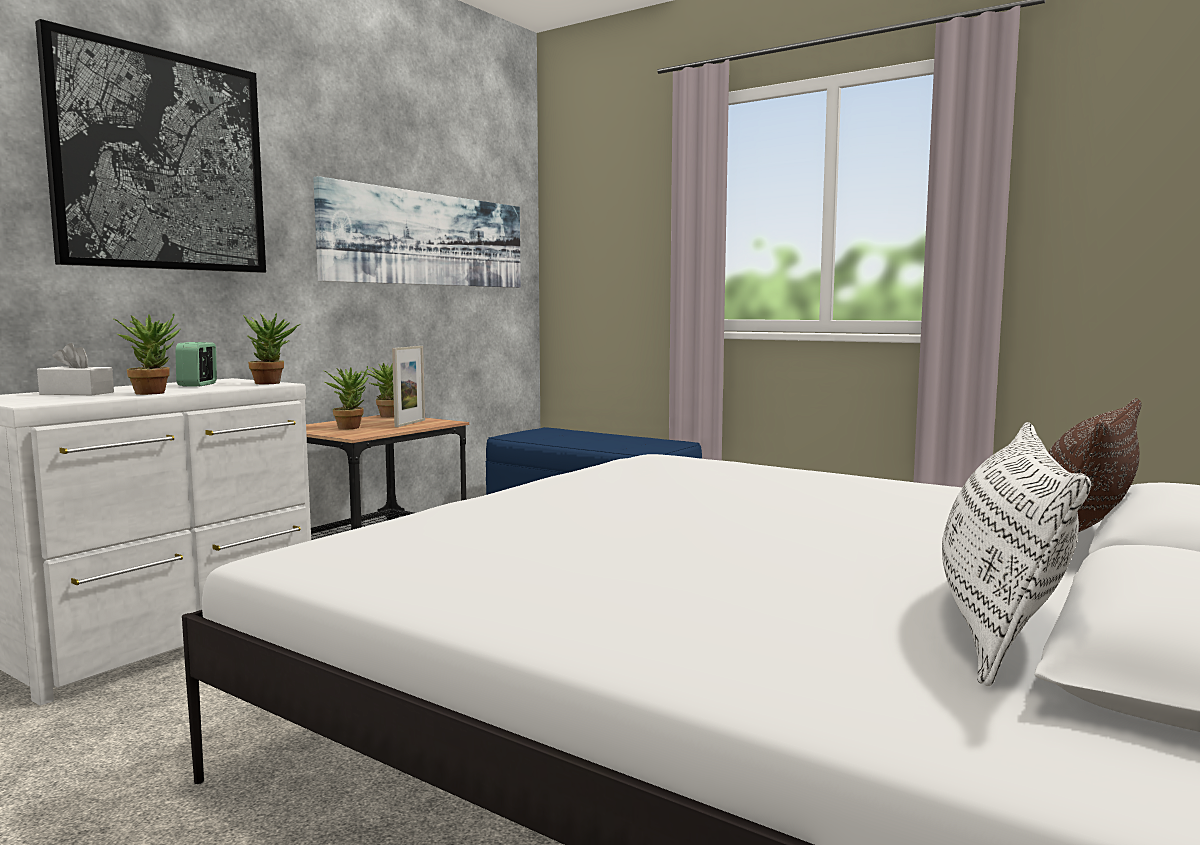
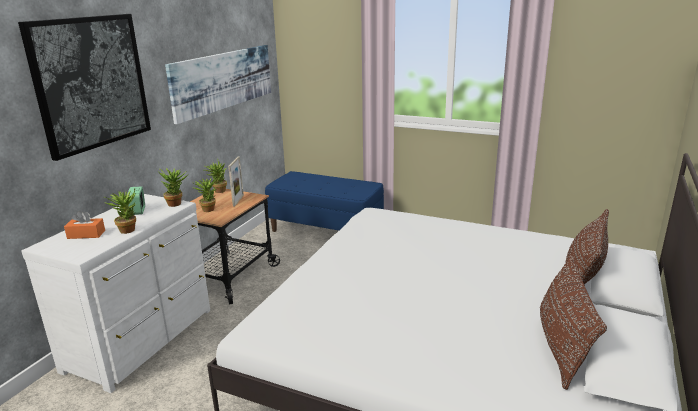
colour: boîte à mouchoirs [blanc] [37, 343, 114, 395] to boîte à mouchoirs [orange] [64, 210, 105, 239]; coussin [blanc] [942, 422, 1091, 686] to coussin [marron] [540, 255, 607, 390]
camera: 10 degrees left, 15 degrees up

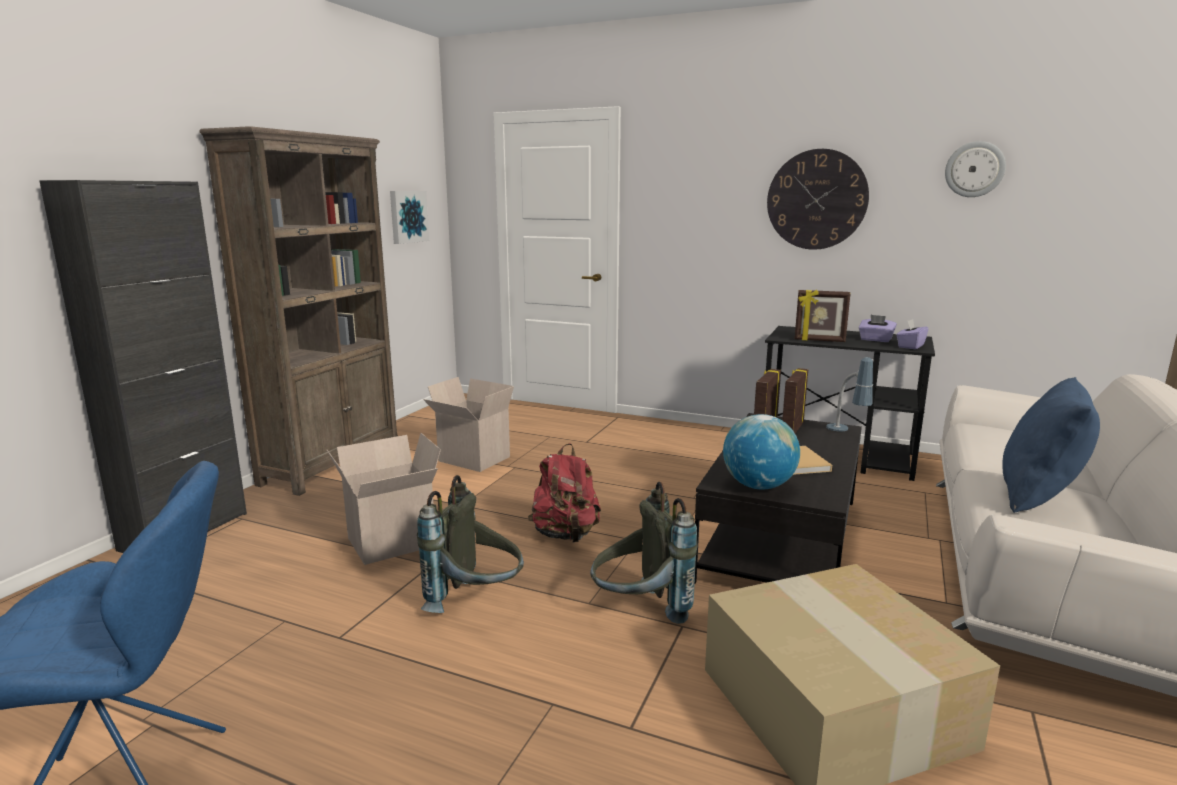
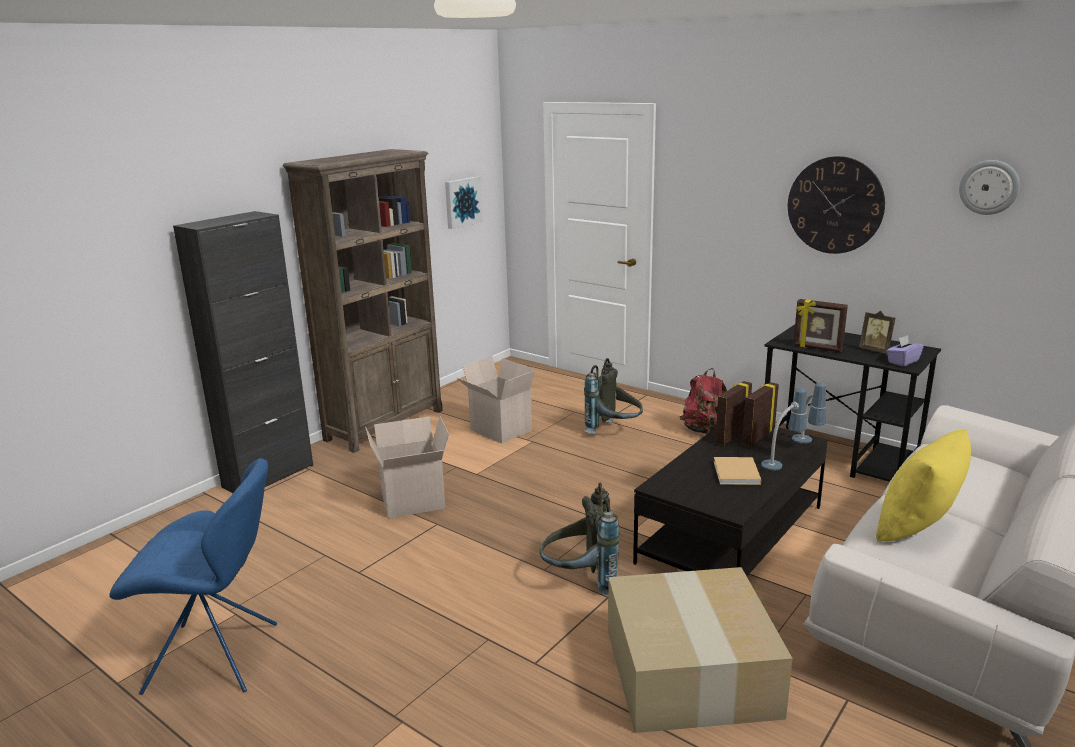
missing: globe [723, 414, 800, 490]
appeared: lampe de table [761, 387, 807, 471]
relocated: sac à dos [gris] [417, 475, 524, 613] to [584, 358, 643, 435]; sac à dos [rouge] [528, 443, 601, 542] to [680, 368, 727, 434]
exchanged: boîte à mouchoirs [violet] [859, 315, 897, 342] to cadre photo [859, 311, 895, 354]
colour: coussin [bleu] [1002, 377, 1100, 513] to coussin [jaune] [876, 429, 971, 542]
camera: 15 degrees right, 5 degrees up

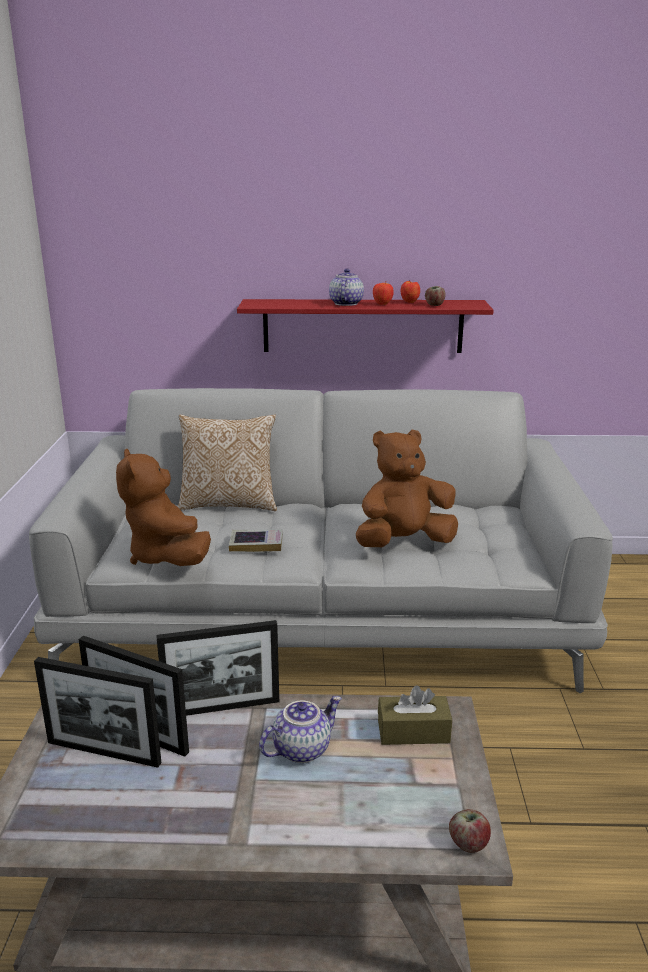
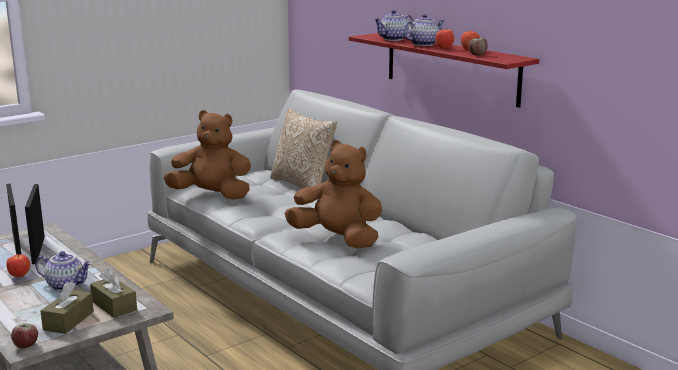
missing: cadre photo [156, 620, 279, 716]; livre [229, 530, 283, 552]
appeared: pomme [6, 255, 30, 277]; boîte à mouchoirs [marron] [40, 282, 94, 334]; théière [374, 10, 414, 41]
spun: peluche [marron] [116, 449, 211, 566] = [163, 110, 251, 200] 75 degrees clockwise
camera: 50 degrees right, 5 degrees down

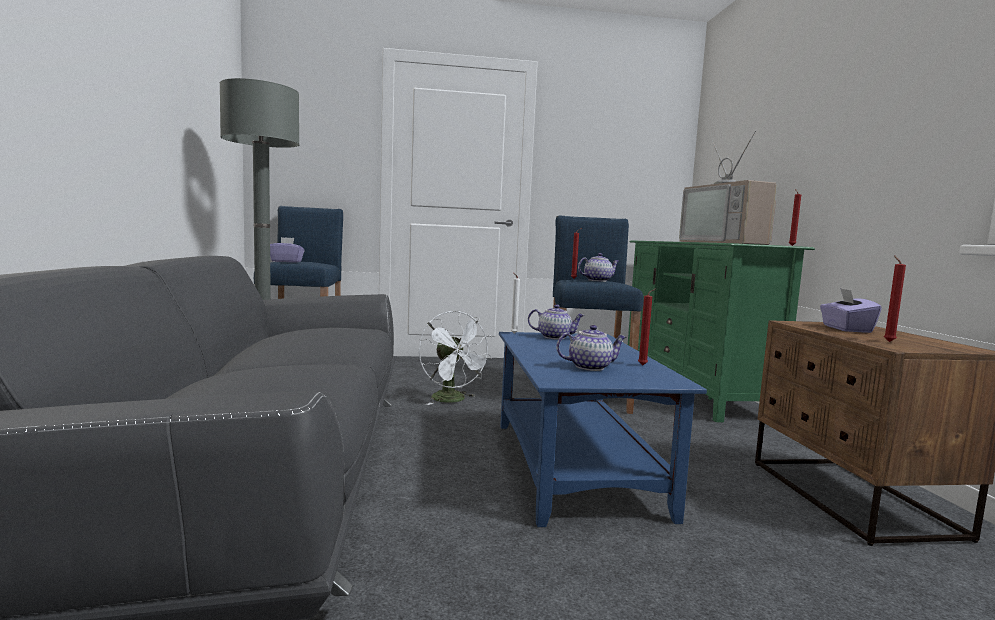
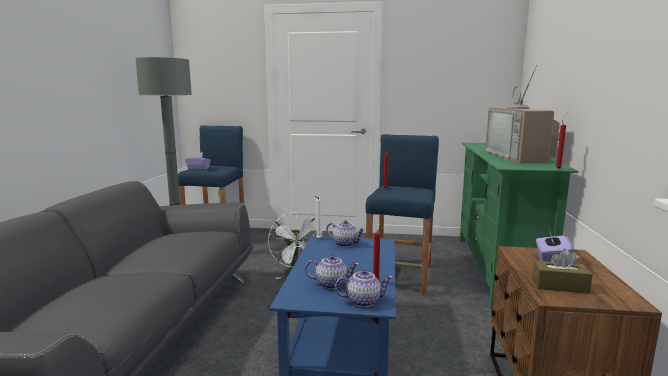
relocated: théière [578, 253, 619, 282] to [335, 269, 392, 307]
exchanged: bougie [rouge] [884, 255, 906, 342] to boîte à mouchoirs [marron] [532, 249, 593, 294]
camera: 15 degrees right, 5 degrees up

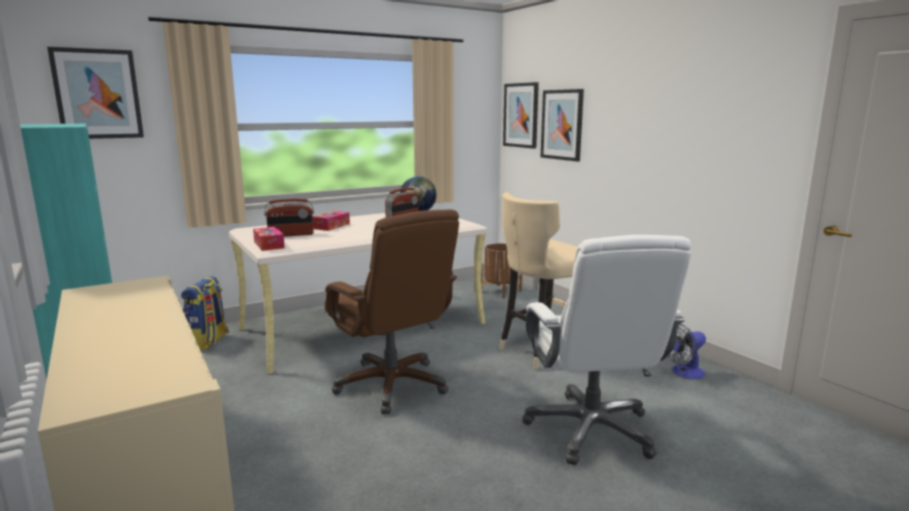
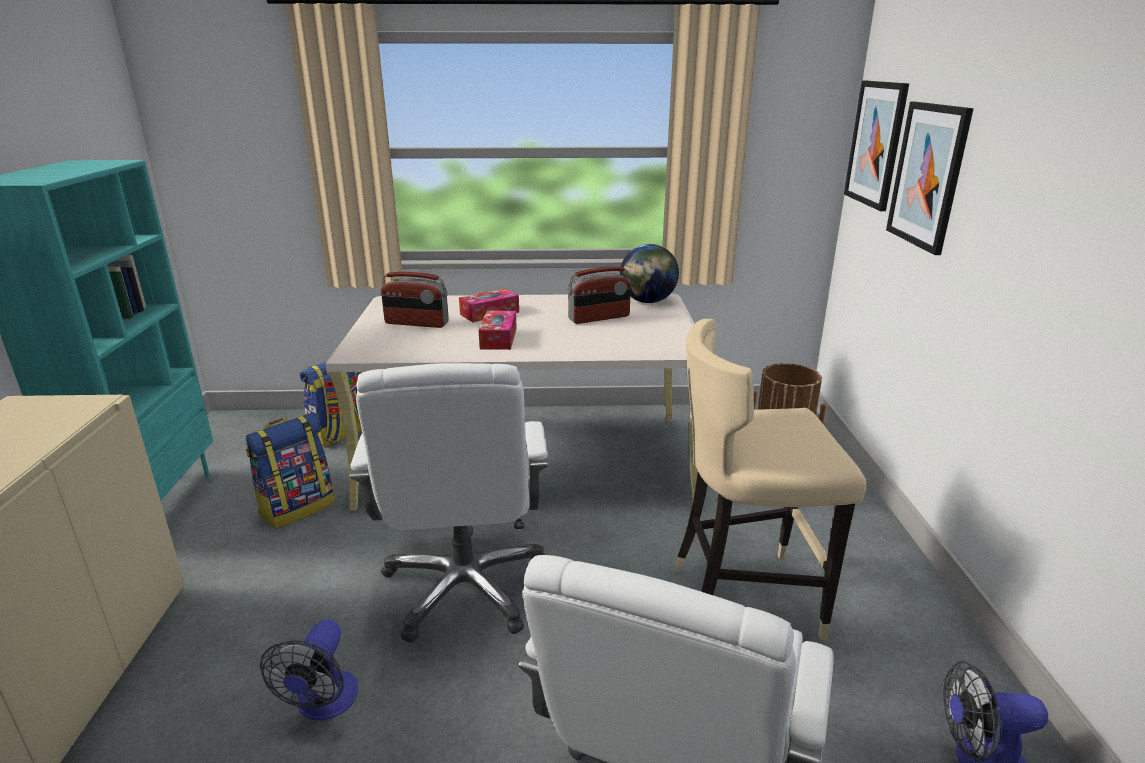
missing: tableau [47, 47, 144, 139]
appeared: sac à dos [246, 413, 335, 529]; ventilateur [260, 619, 358, 720]
relocated: boîte à mouchoirs [253, 227, 285, 251] to [479, 310, 517, 350]
colour: chaise de bureau [marron] [325, 209, 459, 414] to chaise de bureau [blanc] [350, 363, 548, 643]
camera: 30 degrees right, 10 degrees up

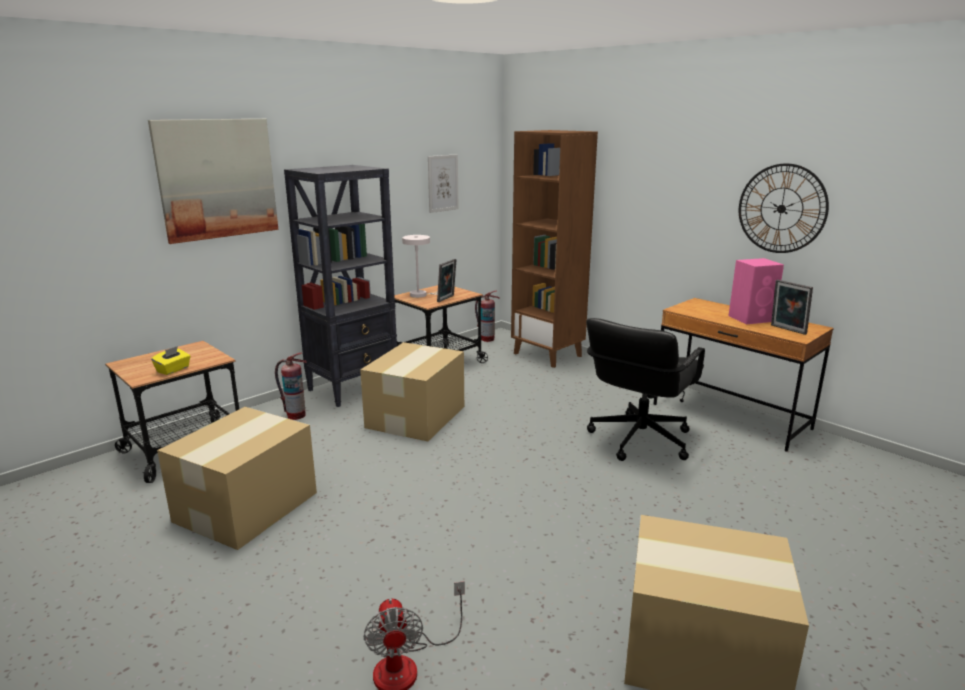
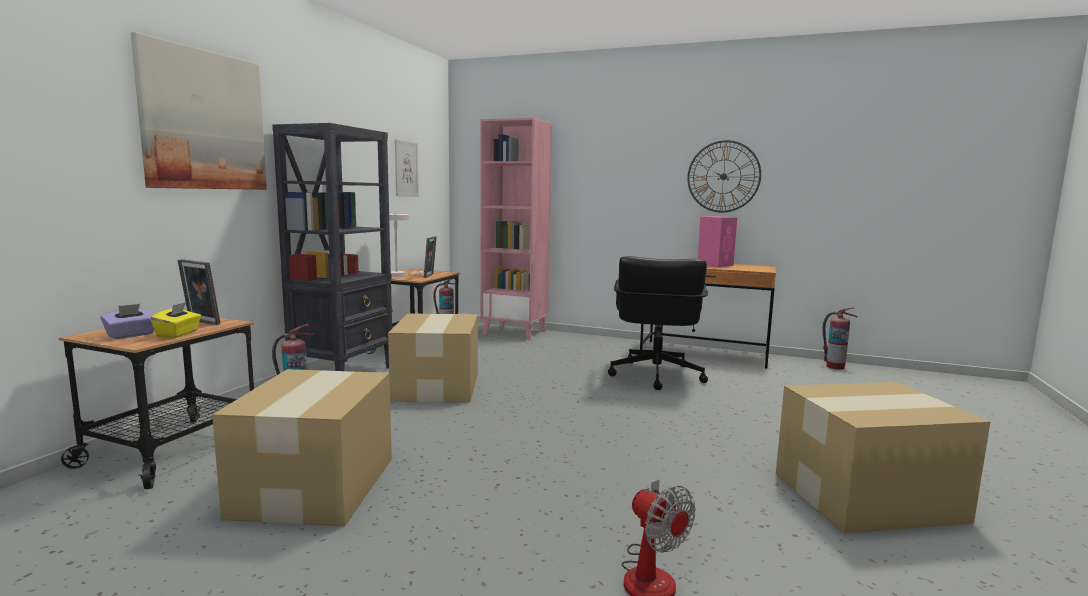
appeared: boîte à mouchoirs [violet] [100, 304, 154, 339]; extincteur [823, 307, 858, 370]
relocated: cadre photo [771, 280, 813, 335] to [178, 259, 220, 325]
colour: bibliothèque [marron] [511, 130, 598, 368] to bibliothèque [rose] [480, 118, 552, 340]
camera: 25 degrees left, 10 degrees down

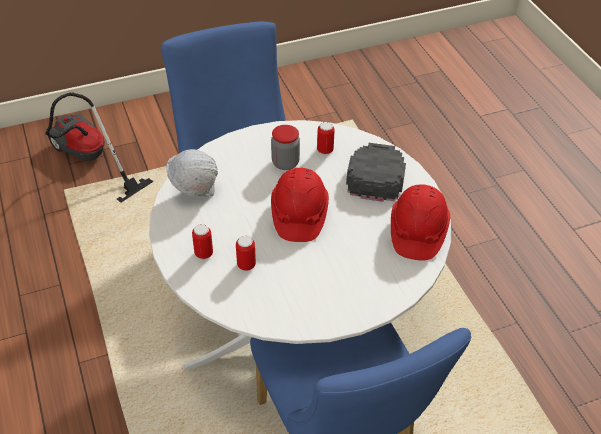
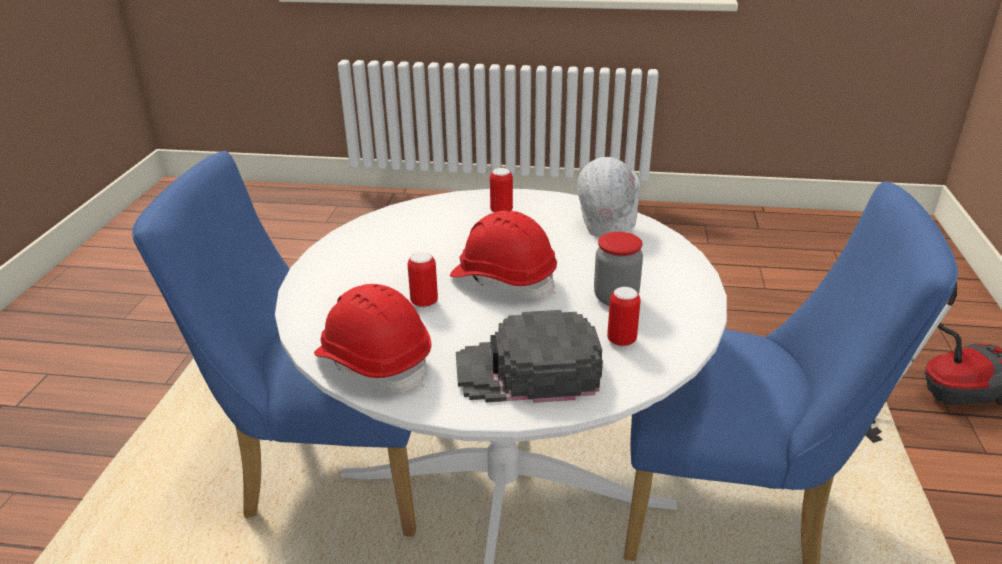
relocated: boîte métallique [236, 236, 256, 271] to [407, 252, 438, 308]
spun: casquette [noir] [346, 143, 406, 202] = [456, 310, 603, 403] 135 degrees clockwise
camera: 120 degrees right, 15 degrees down

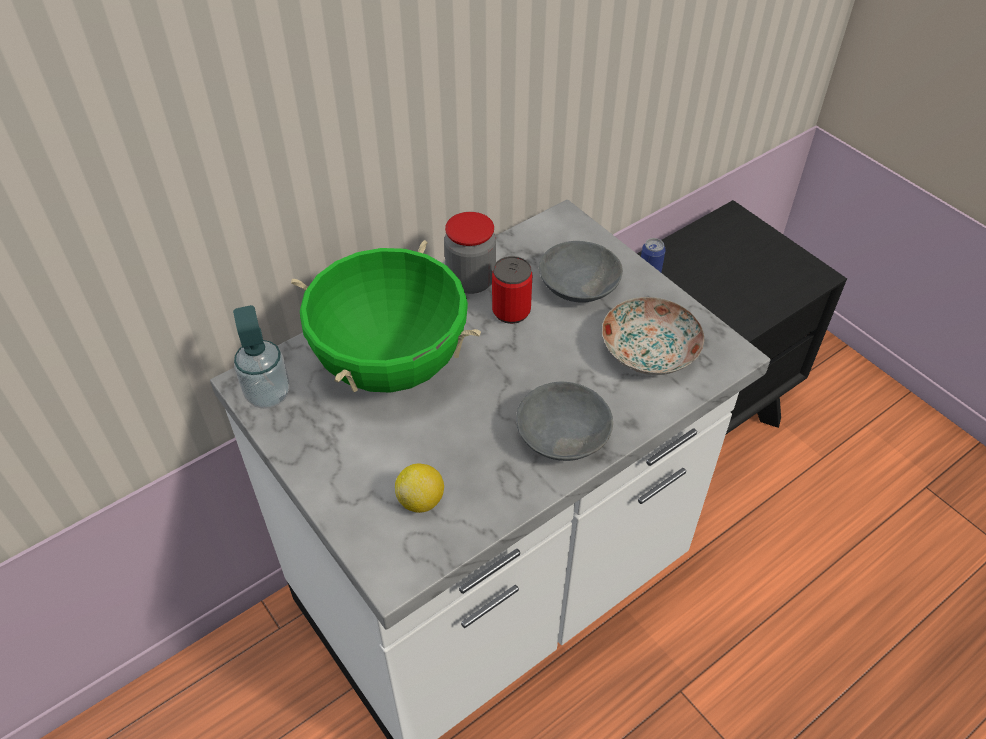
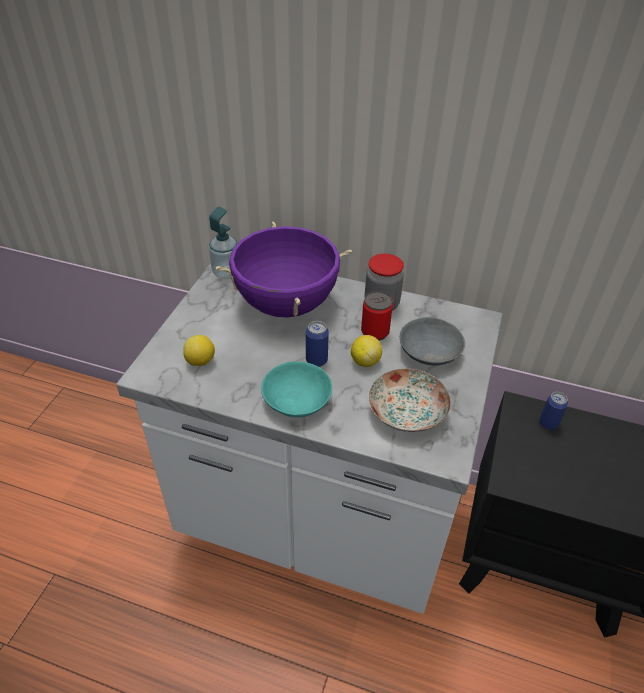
appeared: boîte métallique [306, 321, 329, 367]; citron [351, 335, 382, 367]
colour: marmite [vert] [291, 240, 481, 393] to marmite [violet] [216, 221, 352, 318]; bol [gris] [516, 382, 613, 461] to bol [turquoise] [261, 361, 332, 417]
camera: 55 degrees right, 5 degrees down

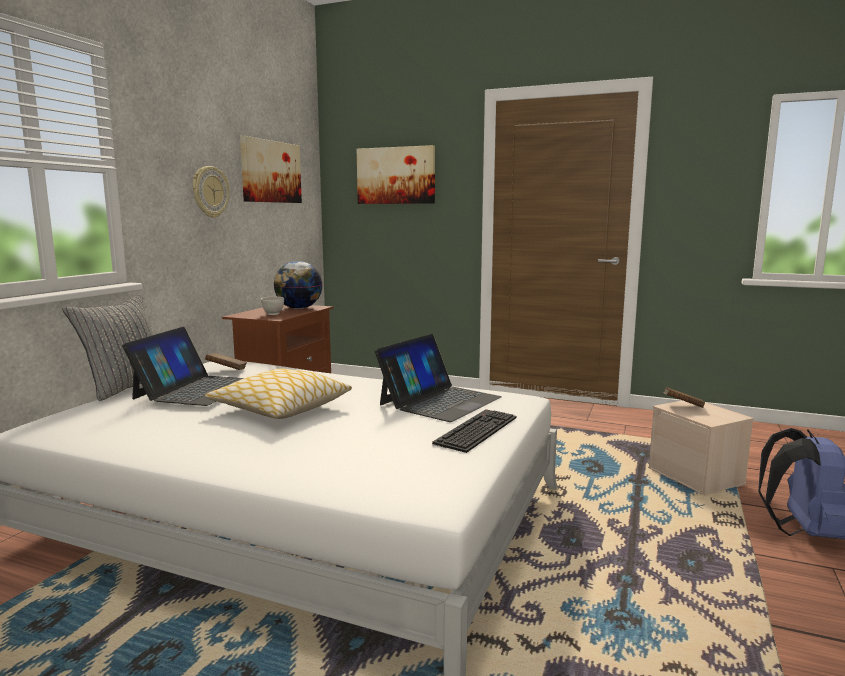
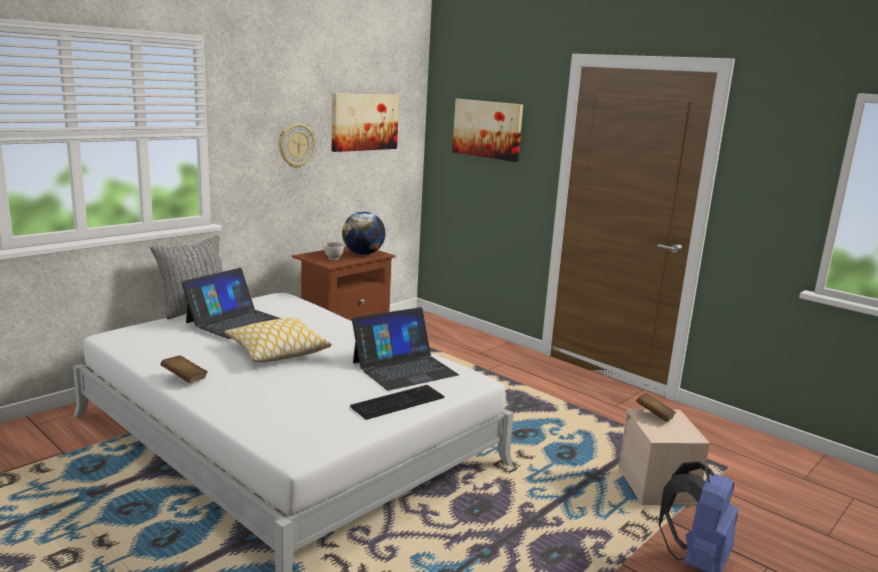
relocated: livre [marron] [205, 353, 247, 370] to [160, 355, 208, 383]
camera: 20 degrees right, 5 degrees up

